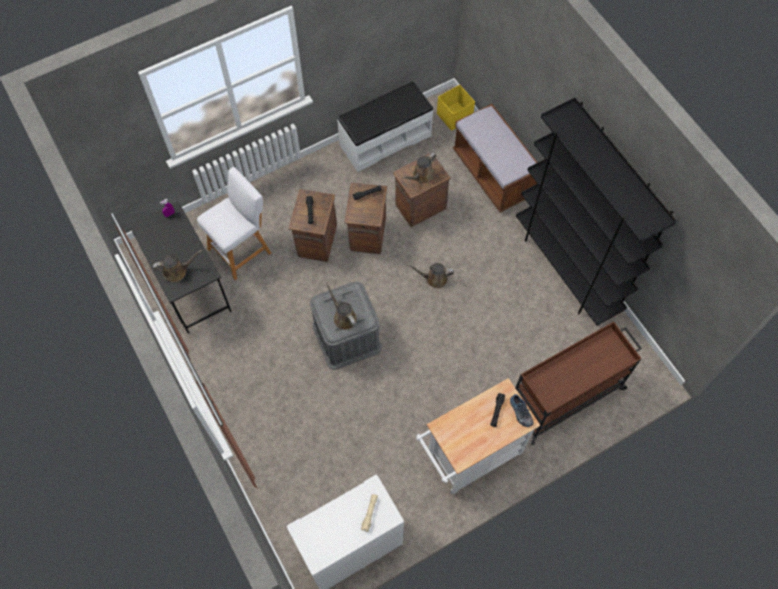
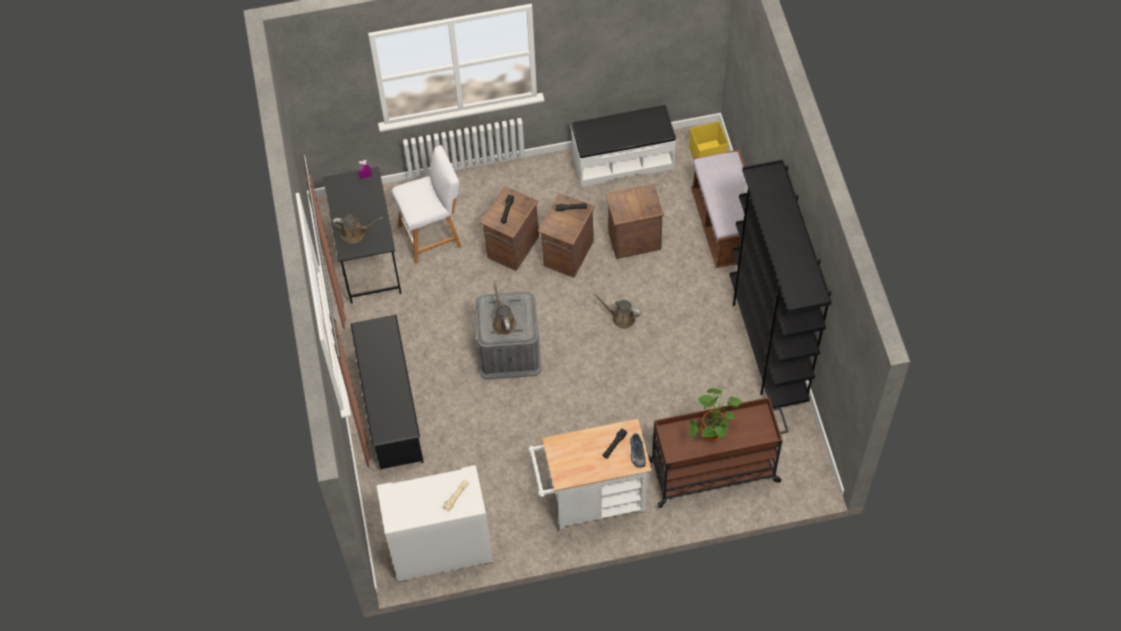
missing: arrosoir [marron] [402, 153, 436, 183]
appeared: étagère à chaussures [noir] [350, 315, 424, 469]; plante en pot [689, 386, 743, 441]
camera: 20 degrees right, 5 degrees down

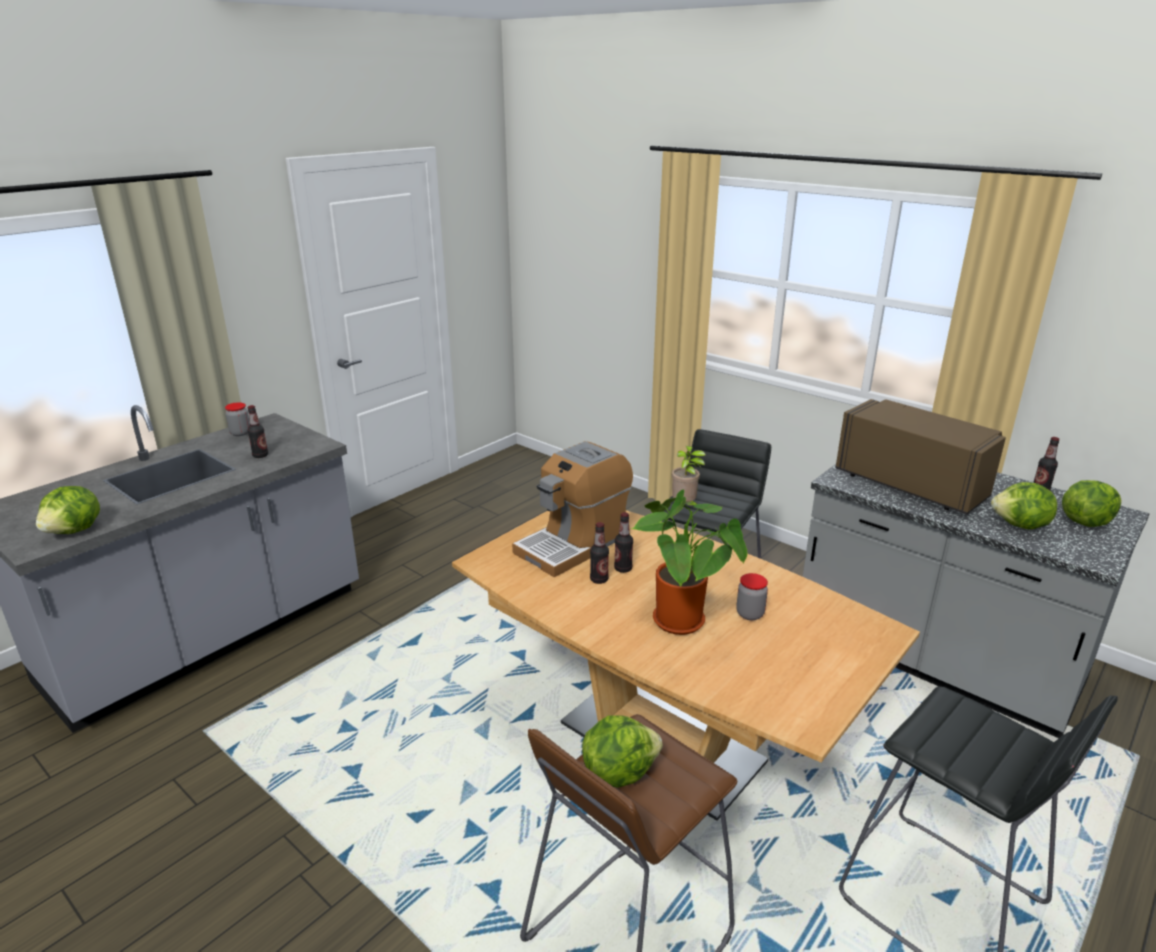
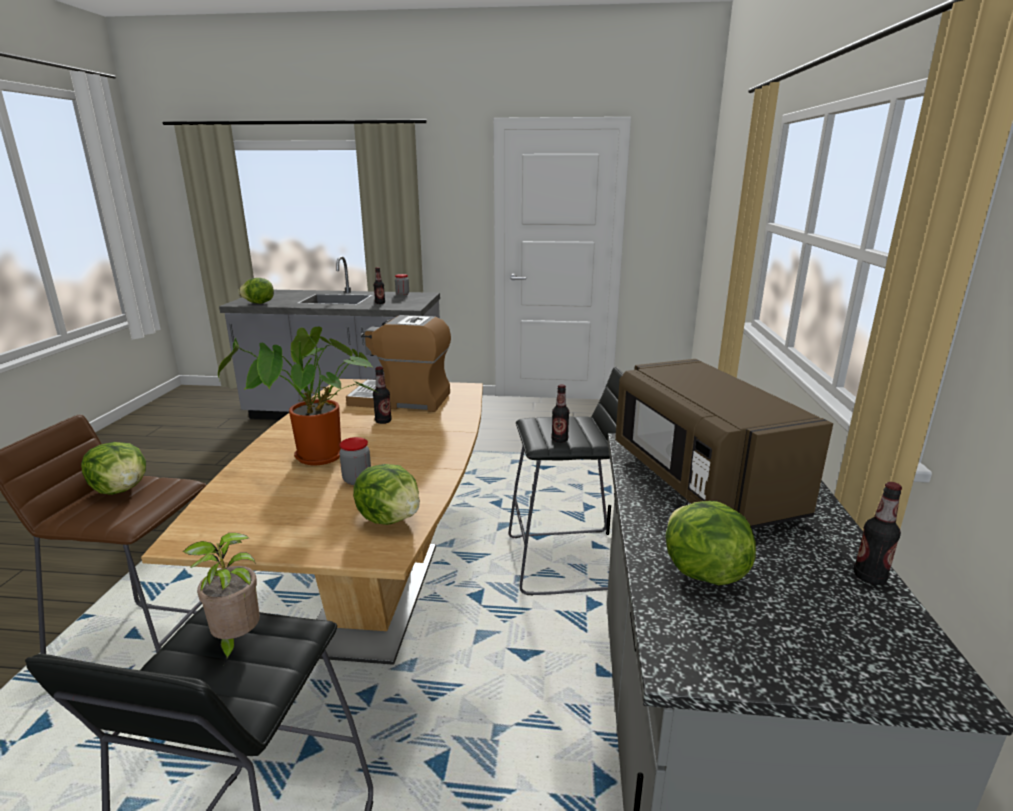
relocated: plante en pot [672, 446, 706, 509] to [183, 533, 260, 665]; laitue [1062, 480, 1122, 527] to [353, 464, 420, 525]; bouteille [590, 522, 609, 584] to [551, 384, 569, 443]
spun: micro-ondes [marron] [835, 399, 1006, 514] = [615, 359, 833, 529] 150 degrees clockwise
camera: 55 degrees right, 5 degrees down

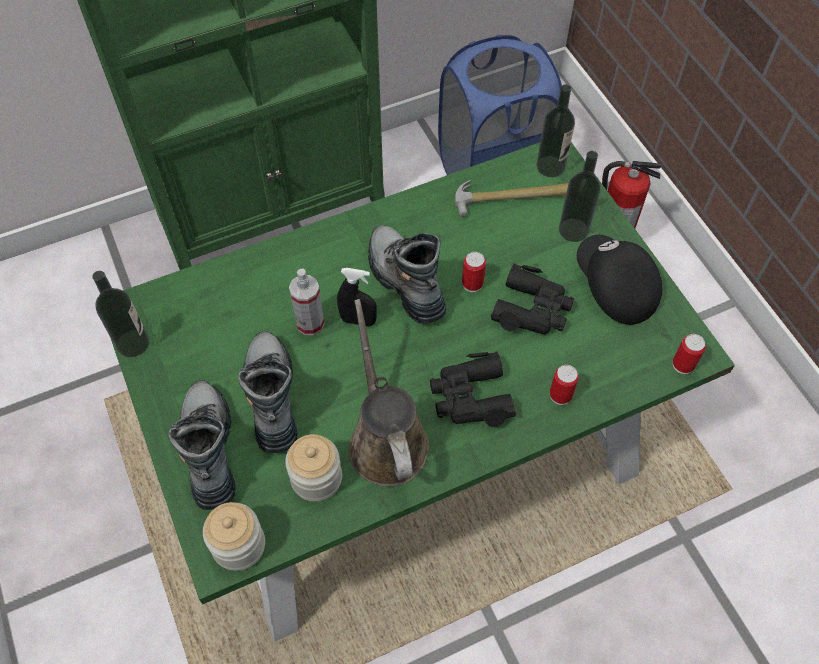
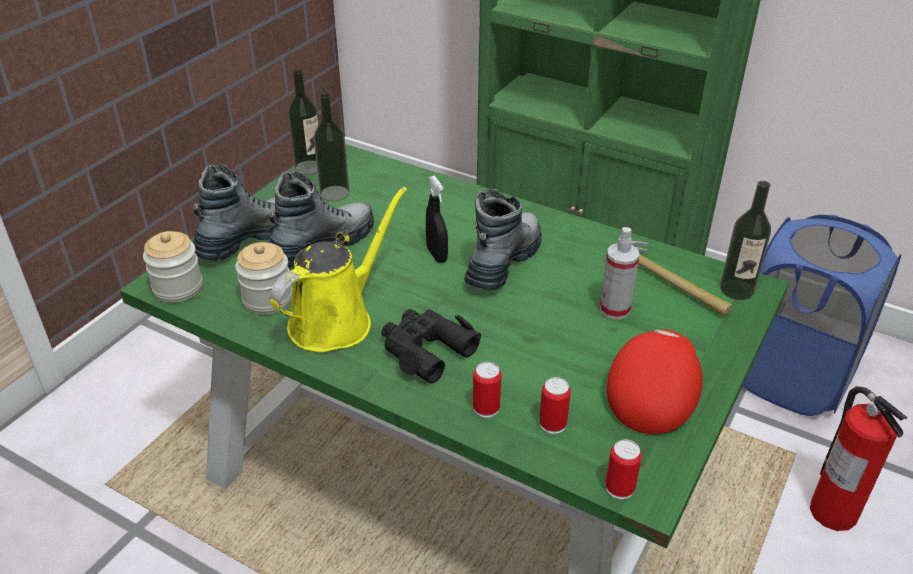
missing: jumelles [noir] [491, 263, 574, 334]
relocated: bouteille [559, 151, 601, 242] to [314, 93, 349, 201]; boîte métallique [462, 252, 486, 292] to [539, 377, 571, 434]; vaporisateur [289, 269, 325, 335] to [600, 227, 640, 320]
colour: arrosoir [marron] [349, 299, 429, 487] to arrosoir [jaune] [270, 186, 407, 353]; casquette [noir] [577, 235, 662, 325] to casquette [rouge] [607, 329, 703, 434]
camera: 55 degrees right, 20 degrees down

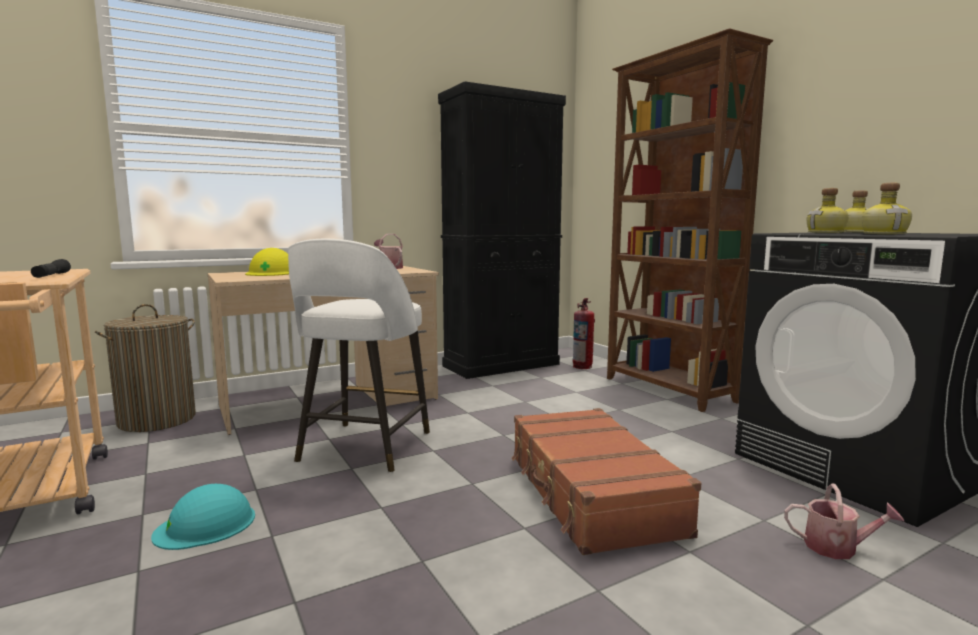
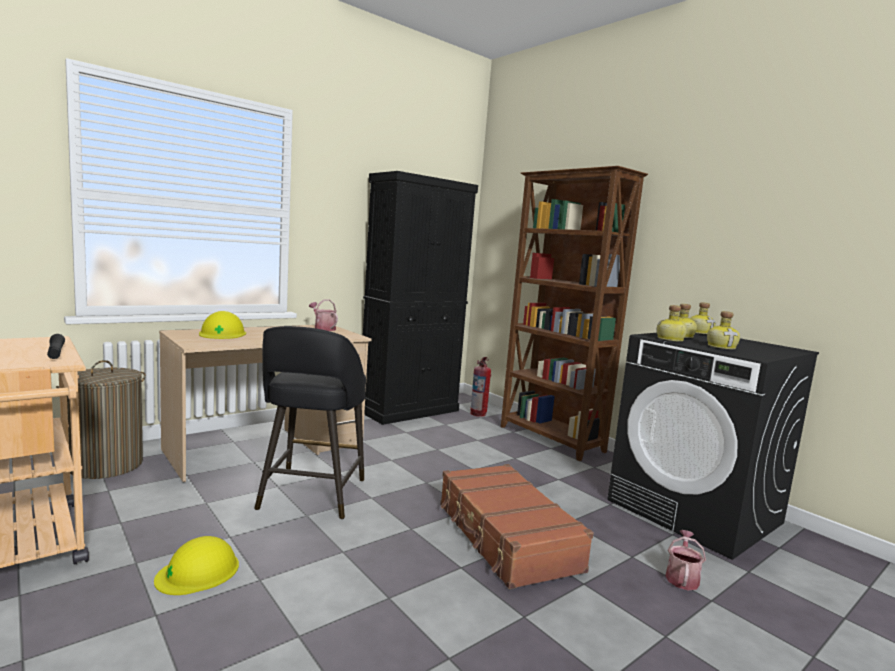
appeared: bouteille [656, 305, 687, 342]
colour: casque de chantier [turquoise] [151, 484, 255, 550] to casque de chantier [jaune] [154, 536, 239, 595]; tabouret [blanc] [288, 239, 430, 473] to tabouret [noir] [254, 326, 366, 519]
spun: arrosoir [784, 483, 904, 559] = [665, 530, 706, 590] 75 degrees counterclockwise
camera: 10 degrees left, 0 degrees up

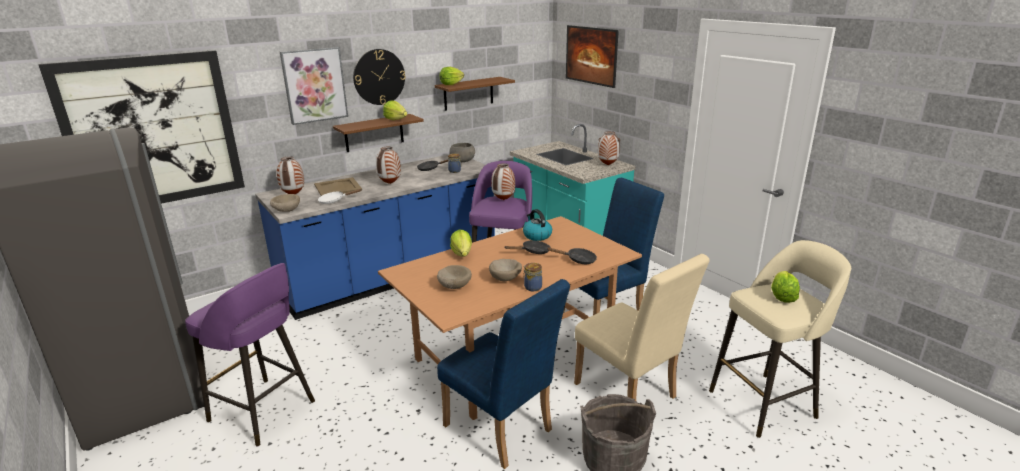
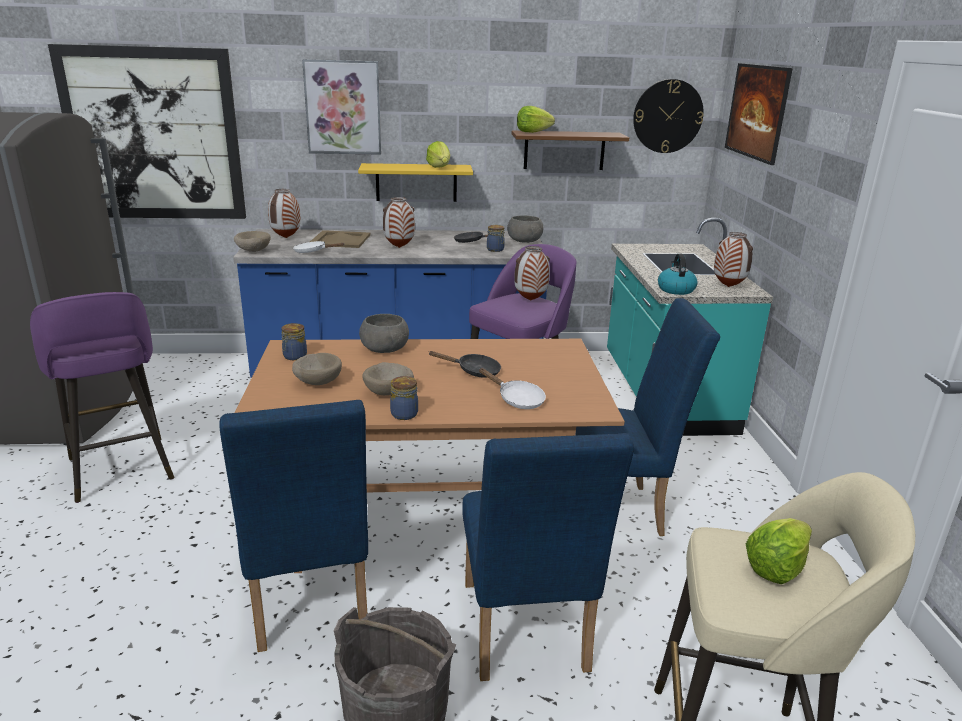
appeared: bocal [281, 323, 307, 360]
relocated: horloge murale [353, 49, 406, 105] to [633, 79, 704, 153]; bouilloire [523, 209, 552, 241] to [658, 254, 698, 295]
exchanged: laitue [450, 230, 472, 257] to bol [gris] [359, 314, 409, 353]
colour: étagère [marron] [333, 114, 424, 152] to étagère [jaune] [358, 163, 473, 202]; chaise [beige] [574, 254, 710, 401] to chaise [bleu] [462, 433, 634, 681]; poêle [noir] [547, 247, 597, 264] to poêle [blanc] [479, 368, 546, 409]
camera: 30 degrees right, 0 degrees up

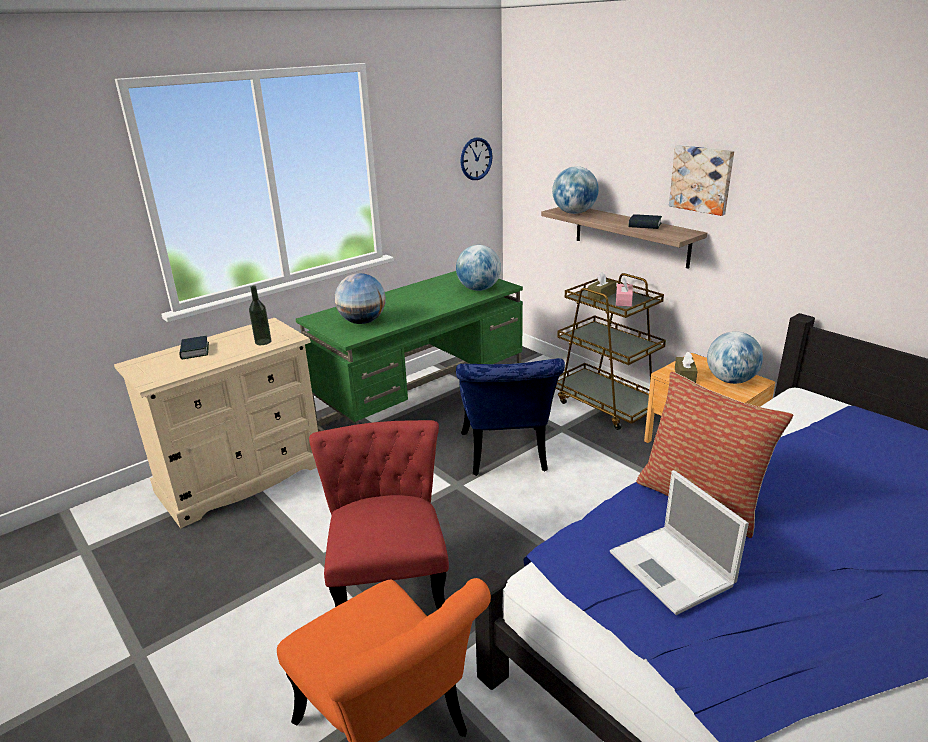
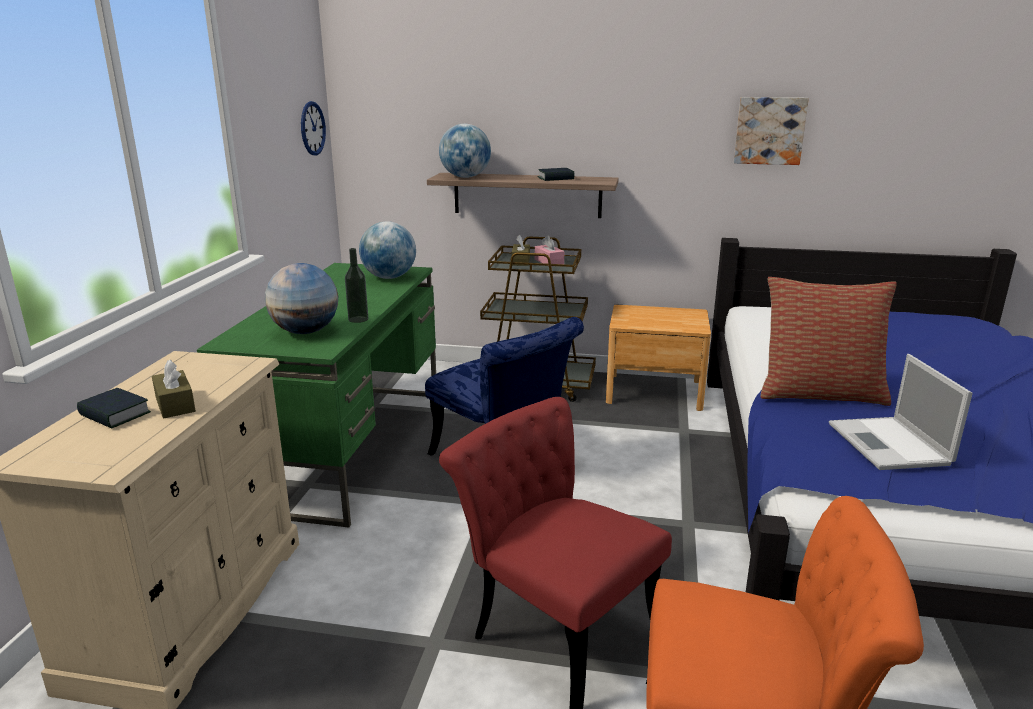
missing: globe [707, 331, 763, 384]
relocated: boîte à mouchoirs [marron] [675, 351, 698, 383] to [152, 360, 196, 418]; bouteille [249, 285, 272, 345] to [345, 248, 368, 323]; tableau [669, 145, 734, 216] to [734, 97, 809, 165]
spun: ordinateur portable [610, 470, 749, 615] = [829, 354, 973, 470] 60 degrees clockwise
camera: 40 degrees left, 5 degrees down

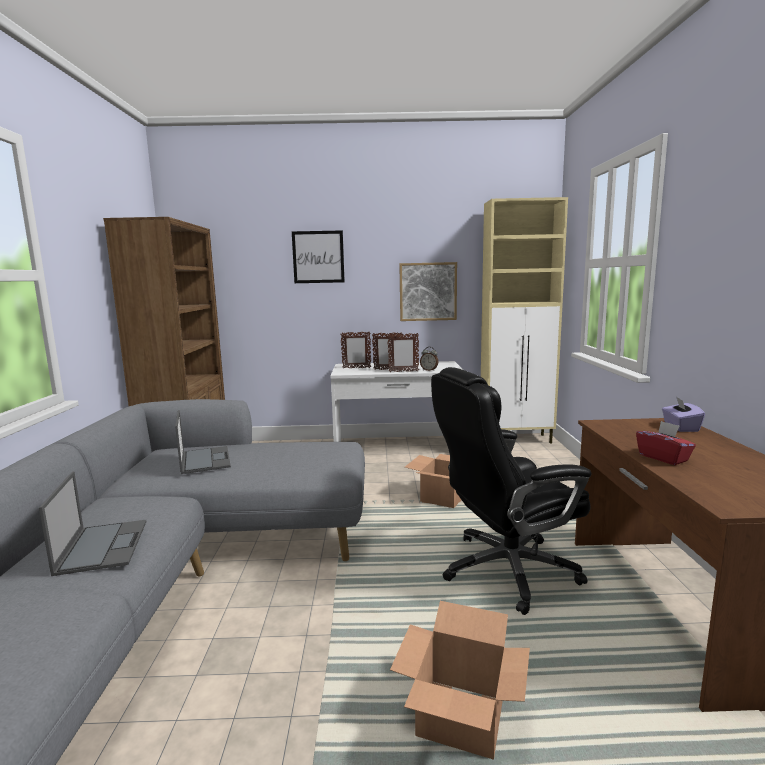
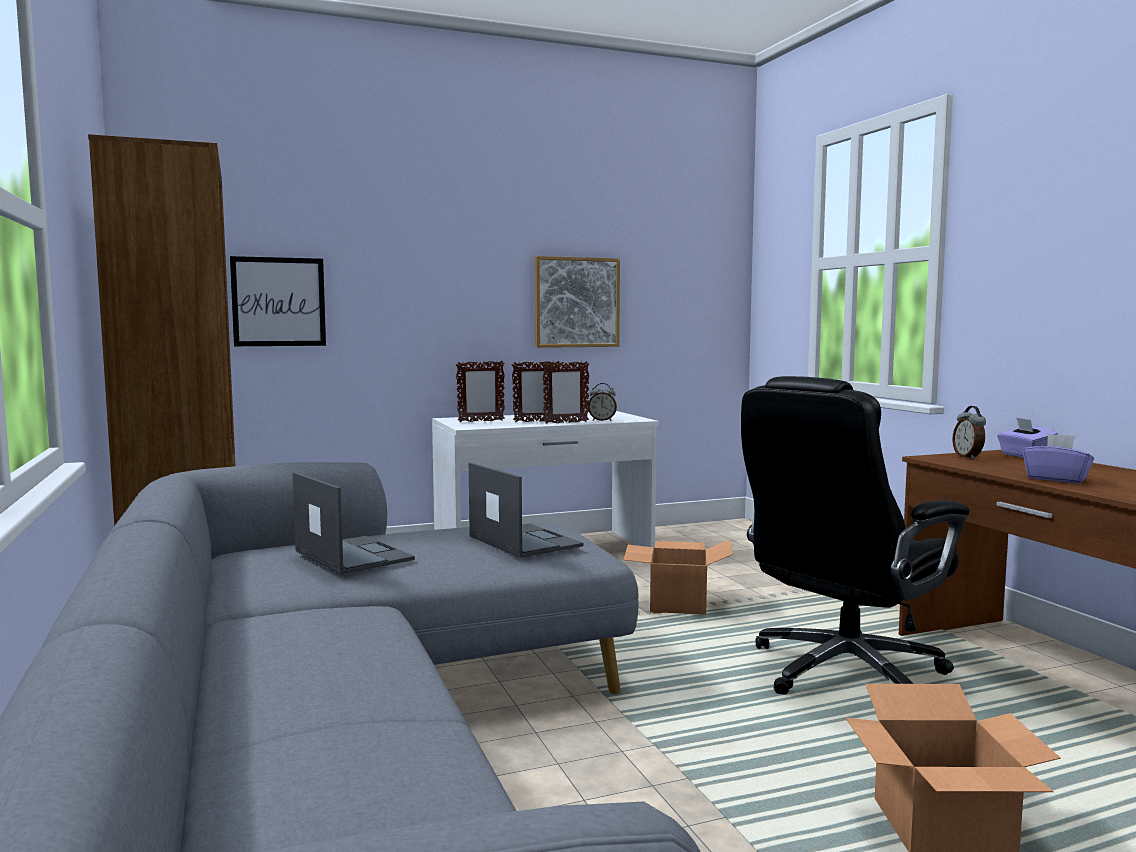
missing: meuble de rangement [beige] [481, 197, 568, 443]
appeared: réveil [952, 406, 986, 459]
relocated: tableau [292, 230, 345, 283] to [230, 256, 326, 346]; ordinateur portable [39, 472, 146, 576] to [469, 463, 583, 558]
colour: boîte à mouchoirs [rouge] [636, 421, 696, 465] to boîte à mouchoirs [violet] [1023, 433, 1094, 483]
camera: 20 degrees left, 5 degrees down

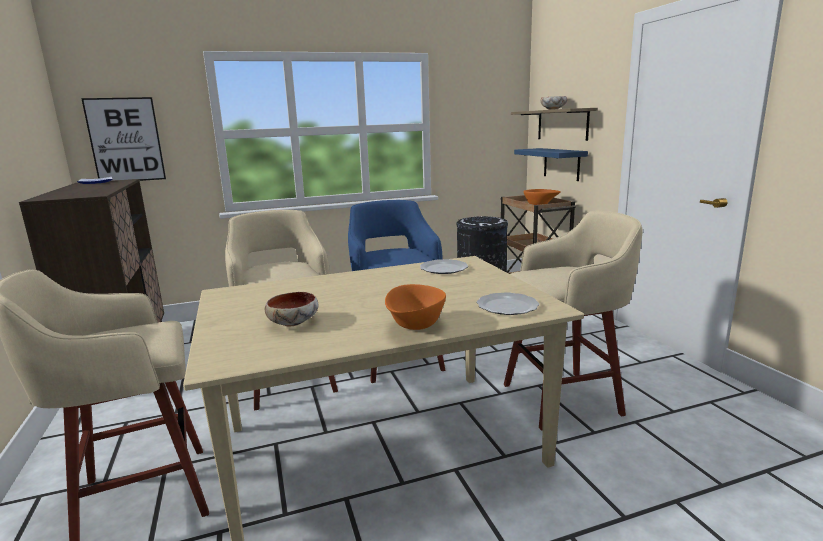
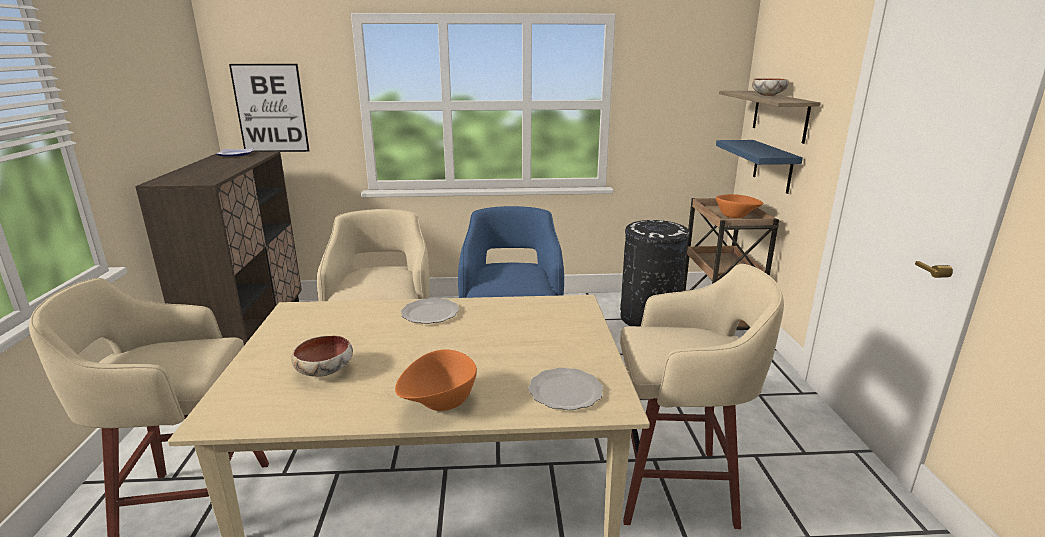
relocated: assiette [420, 259, 468, 274] to [401, 298, 459, 324]
camera: 15 degrees right, 5 degrees up

